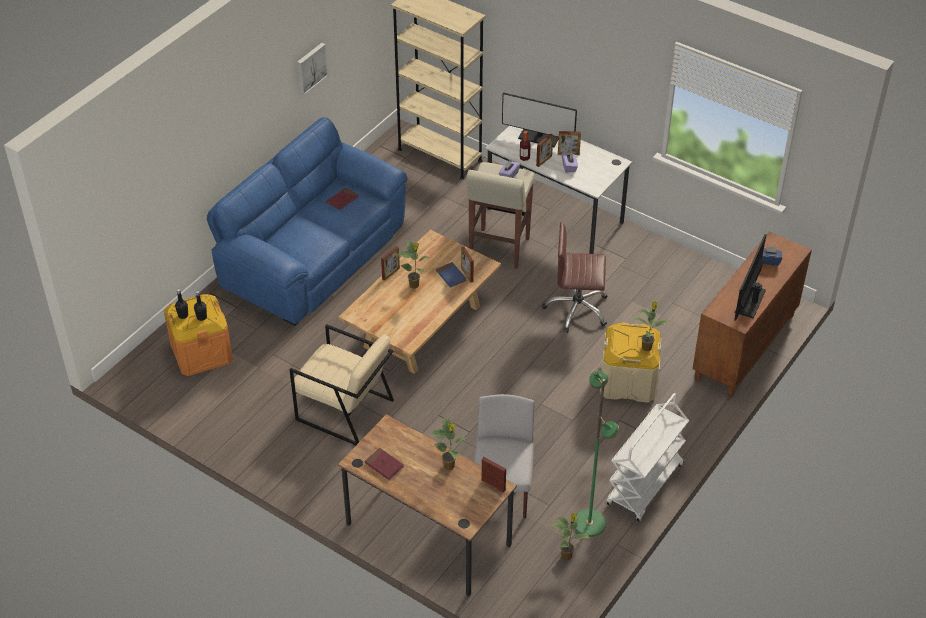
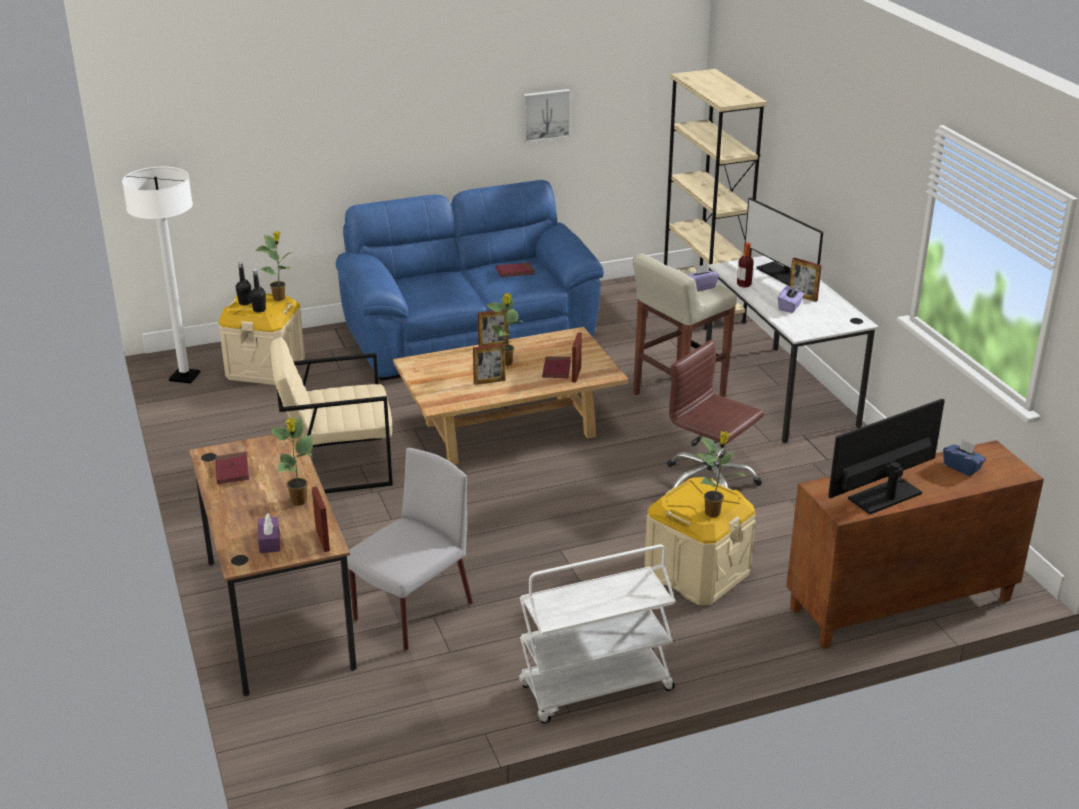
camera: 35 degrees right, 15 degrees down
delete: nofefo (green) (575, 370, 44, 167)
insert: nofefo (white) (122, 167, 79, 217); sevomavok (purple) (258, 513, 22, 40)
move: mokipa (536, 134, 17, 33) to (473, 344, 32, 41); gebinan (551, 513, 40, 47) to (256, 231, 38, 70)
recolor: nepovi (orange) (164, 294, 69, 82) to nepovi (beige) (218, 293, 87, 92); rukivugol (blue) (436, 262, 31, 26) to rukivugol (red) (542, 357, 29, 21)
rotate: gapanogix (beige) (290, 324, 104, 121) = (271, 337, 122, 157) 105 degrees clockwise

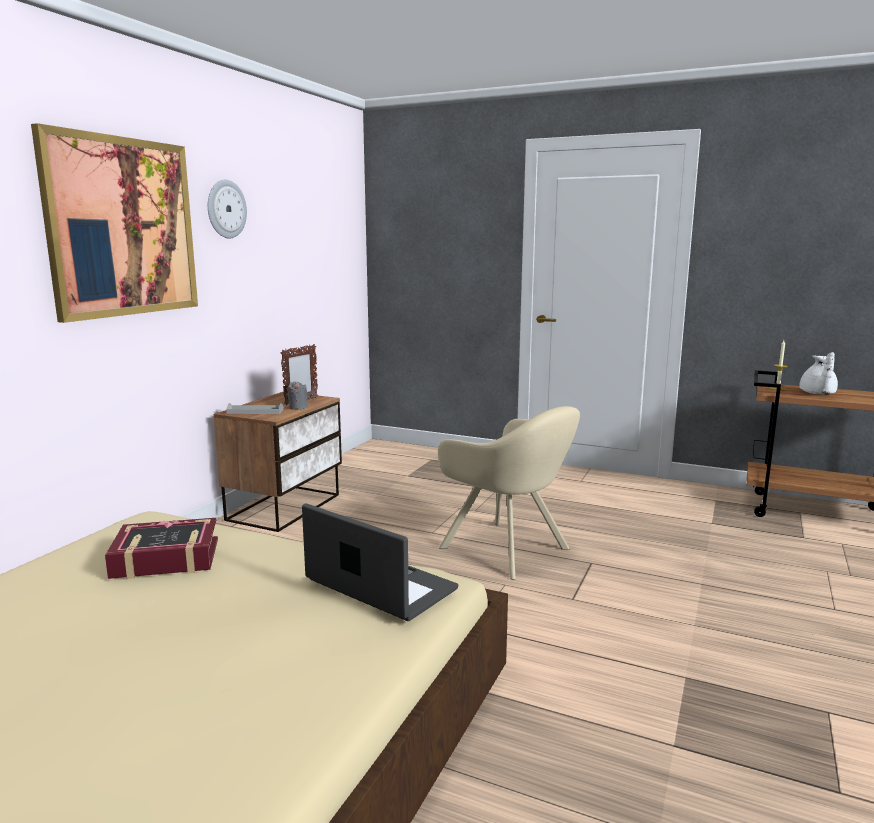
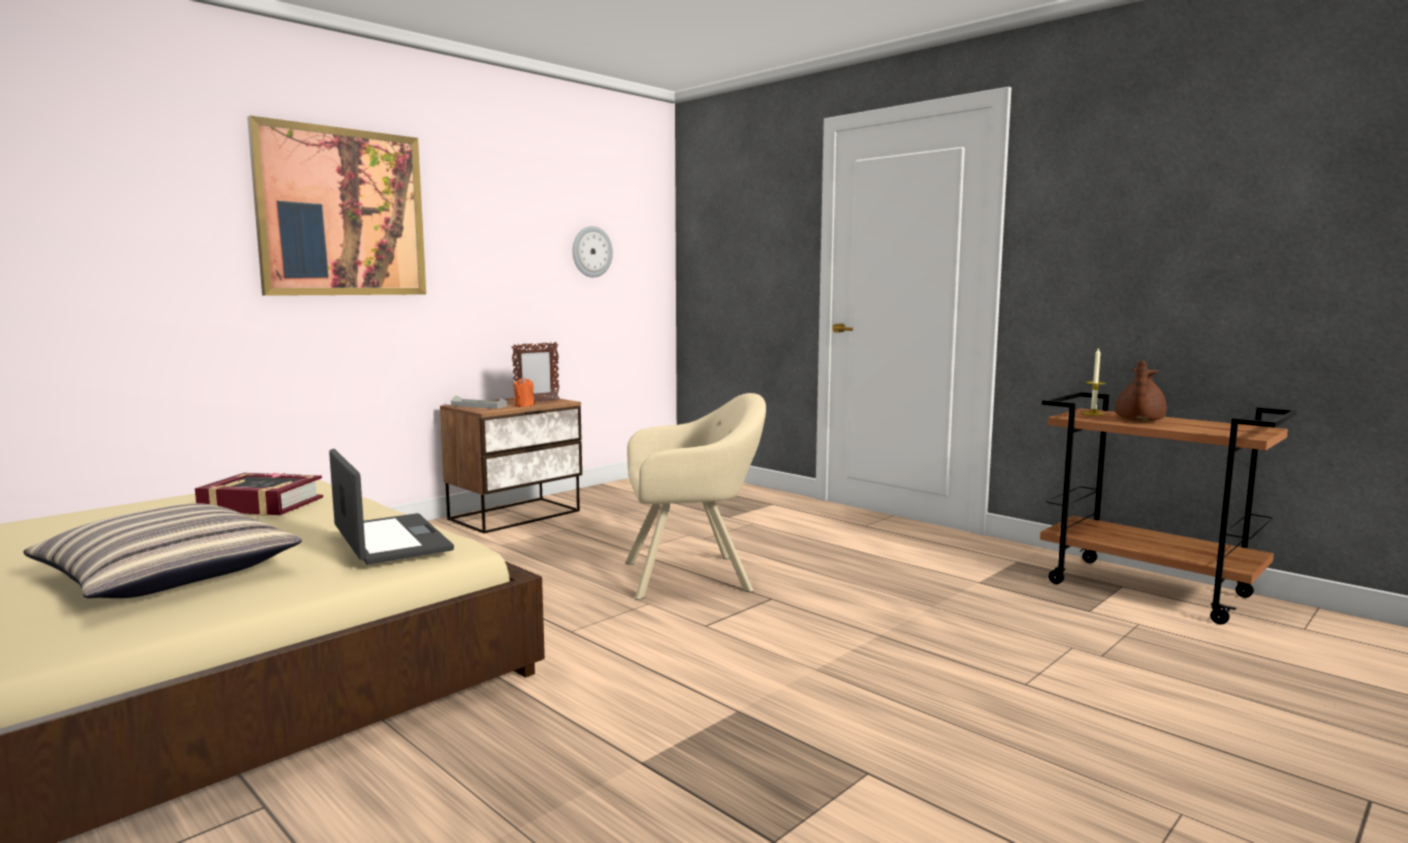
camera: 20 degrees right, 5 degrees down
insert: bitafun (23, 503, 279, 95)
move: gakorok (208, 180, 39, 59) to (573, 226, 40, 51)
recolor: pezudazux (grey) (287, 381, 21, 29) to pezudazux (orange) (513, 377, 21, 30); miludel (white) (799, 352, 39, 42) to miludel (brown) (1115, 361, 52, 60)
rotate: gapanogix (beige) (438, 406, 142, 174) = (625, 393, 141, 207) 75 degrees counterclockwise

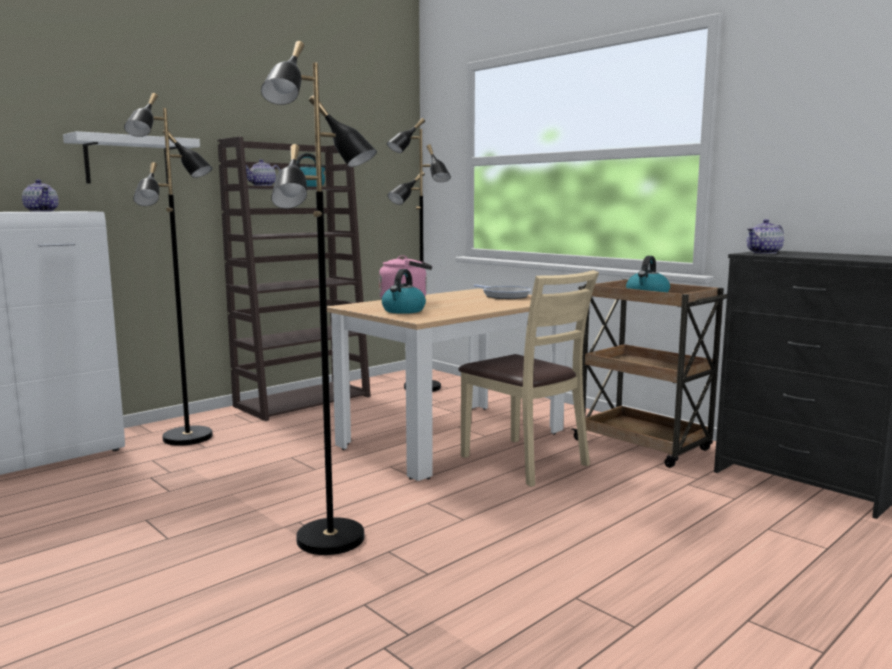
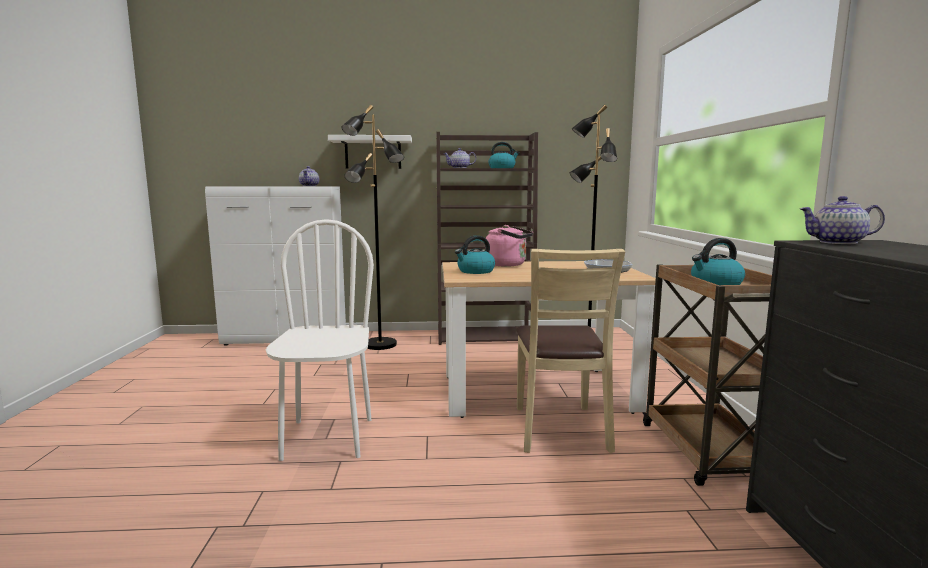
camera: 40 degrees right, 0 degrees up
replace: nofefo (black) (261, 41, 116, 514) to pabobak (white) (266, 219, 108, 242)

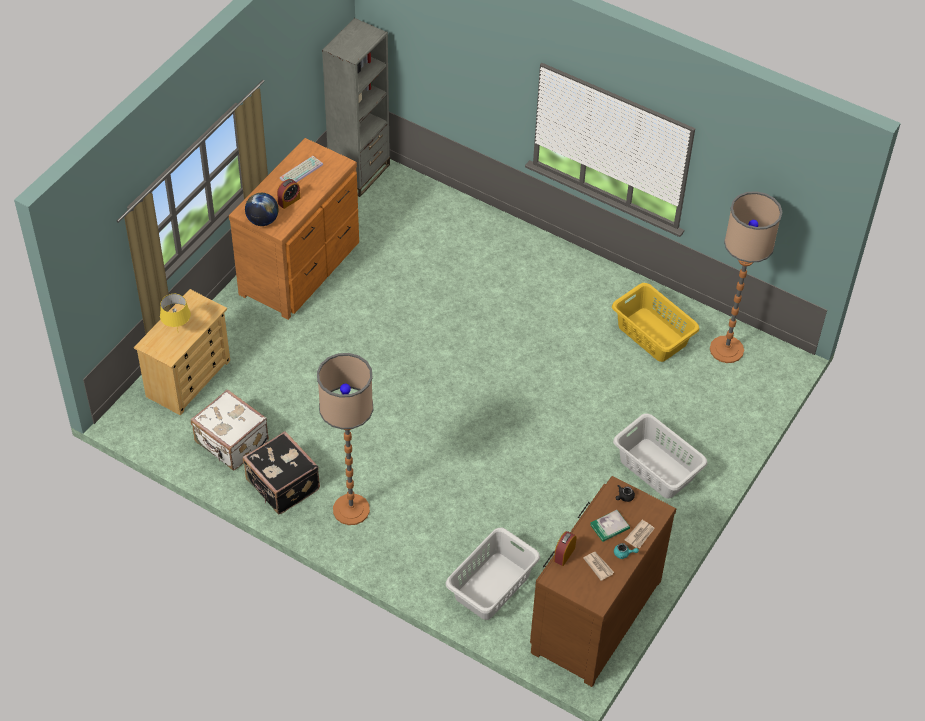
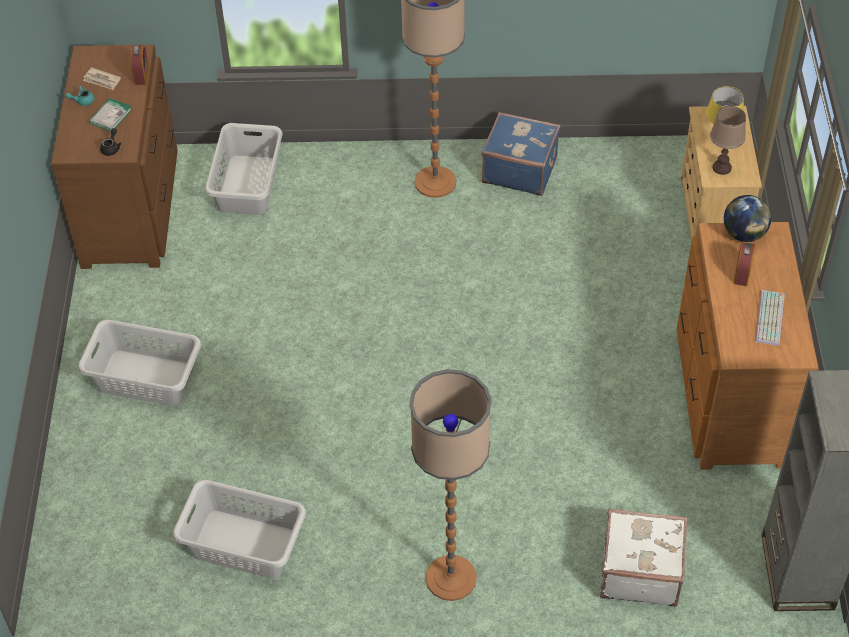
camera: 150 degrees right, 0 degrees up
delete: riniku (625, 520, 30, 28)
insert: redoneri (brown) (710, 106, 36, 69)
move: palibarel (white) (191, 389, 78, 81) to (600, 508, 87, 98); nofefo (710, 191, 72, 172) to (409, 369, 82, 232)
recolor: palibarel (black) (243, 431, 77, 83) to palibarel (blue) (482, 112, 79, 84); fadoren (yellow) (612, 283, 87, 79) to fadoren (grey) (173, 480, 133, 98)

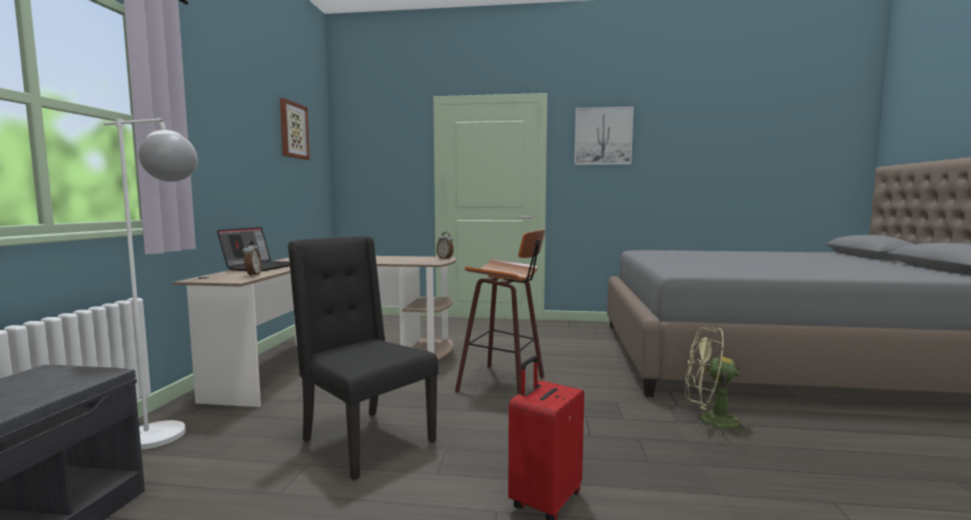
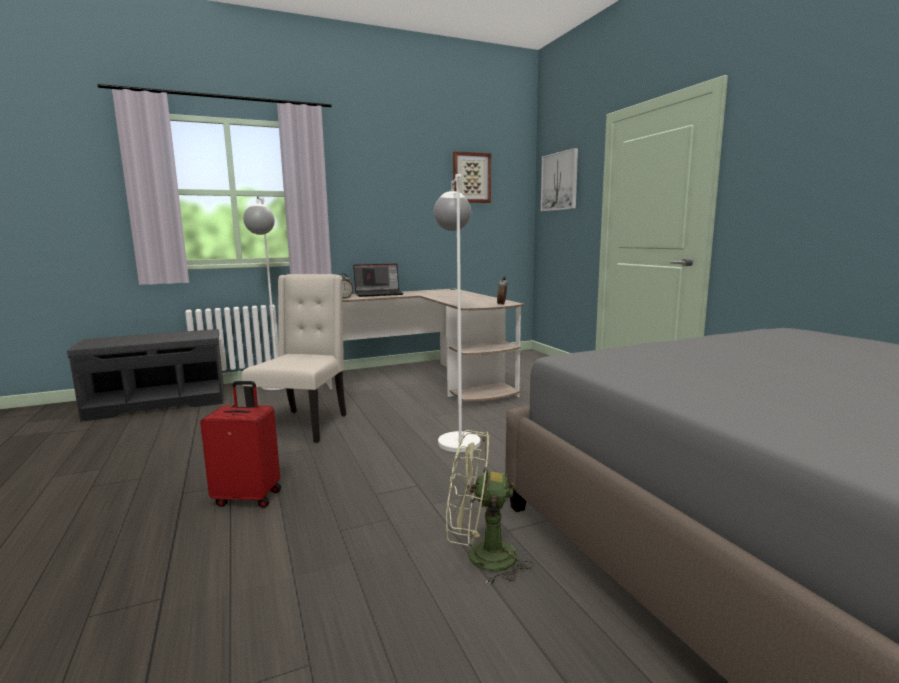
camera: 60 degrees right, 5 degrees up
move: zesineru (574, 106, 59, 59) to (541, 148, 37, 63)
replace: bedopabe (455, 230, 91, 165) to nofefo (white) (434, 174, 46, 278)
recolor: pabobak (black) (288, 236, 150, 244) to pabobak (beige) (242, 274, 104, 169)
rotate: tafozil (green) (685, 326, 69, 109) = (446, 430, 87, 155) 75 degrees counterclockwise

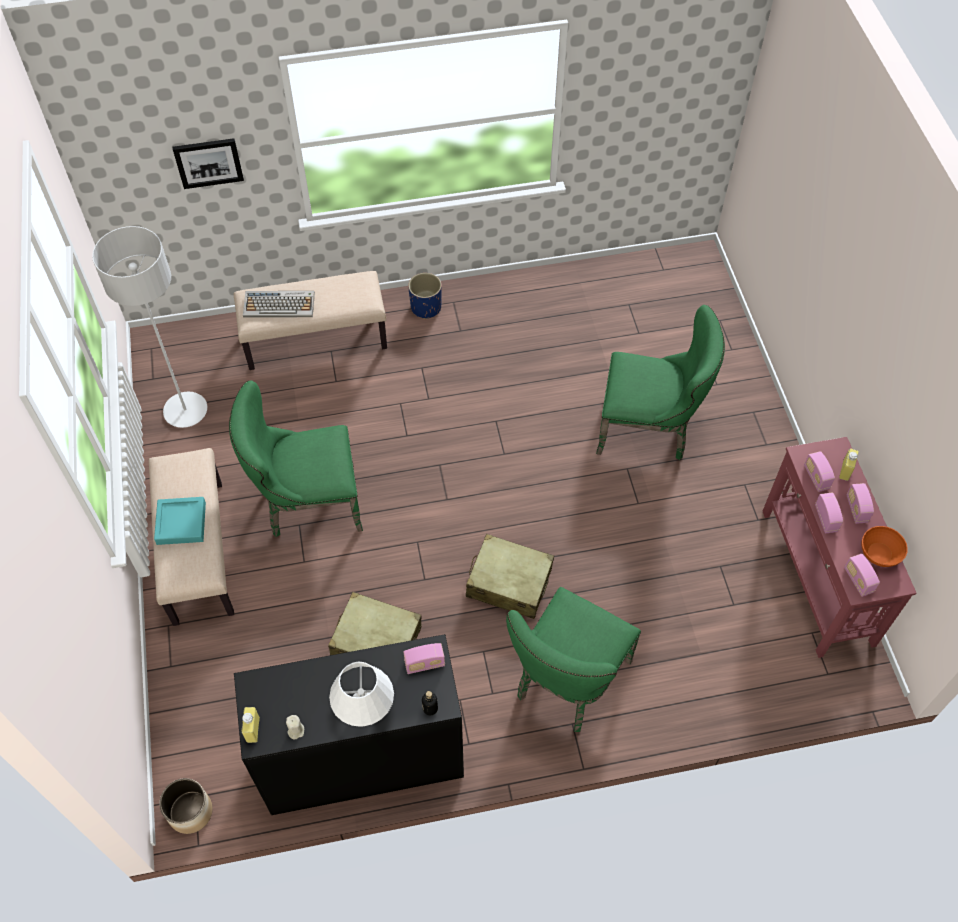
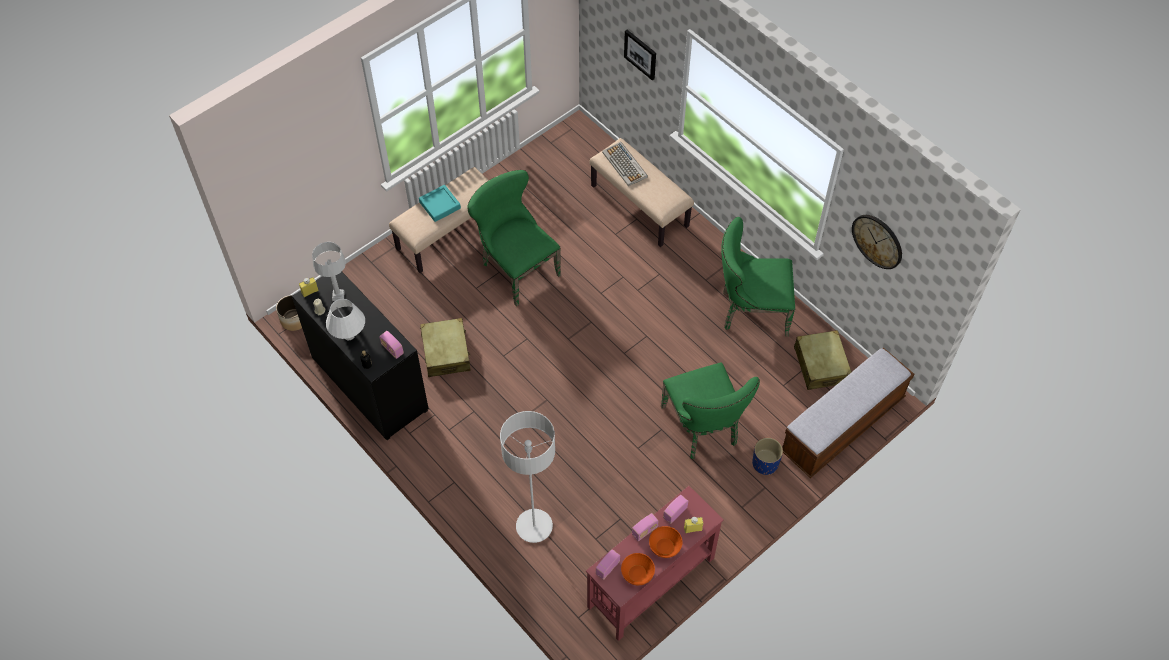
camera: 60 degrees right, 0 degrees up
insert: redoneri (grey) (312, 242, 34, 59); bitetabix (783, 348, 131, 130); gakorok (852, 215, 50, 54)
move: nofefo (grey) (92, 226, 115, 202) to (500, 411, 55, 132); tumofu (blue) (408, 273, 34, 46) to (752, 438, 31, 37); palibarel (beige) (466, 534, 88, 85) to (794, 330, 58, 60); pabobak (green) (506, 587, 135, 145) to (721, 217, 74, 120)
replace: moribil (847, 483, 27, 41) to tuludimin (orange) (649, 526, 34, 32)

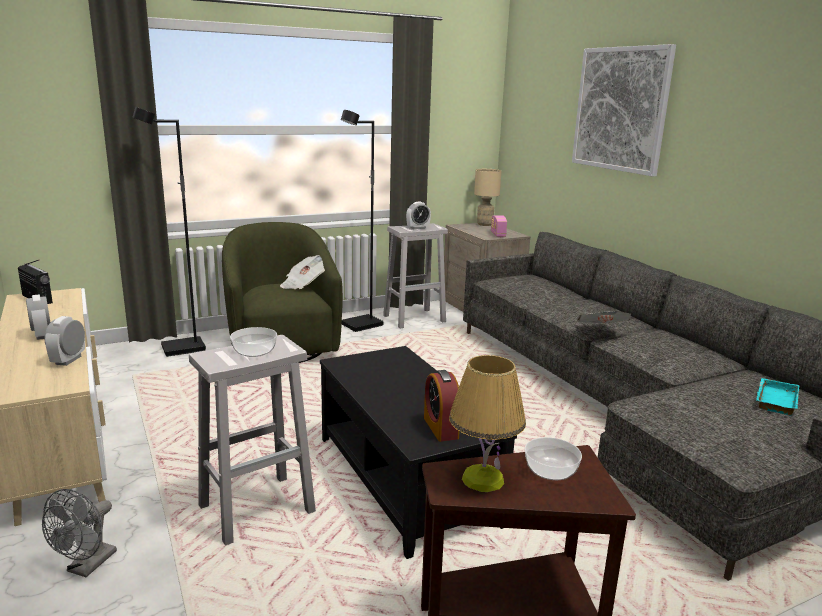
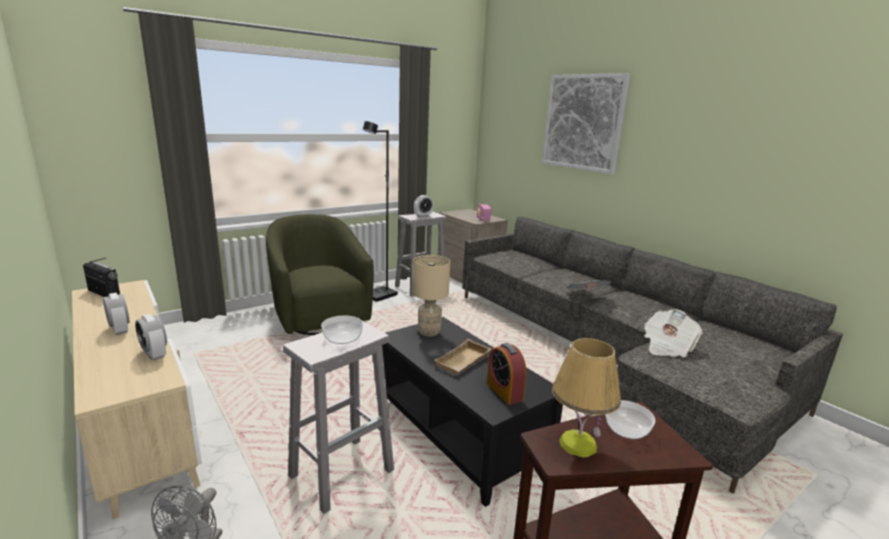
camera: 10 degrees left, 0 degrees up
delete: nofefo (black) (133, 107, 73, 250); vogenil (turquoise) (756, 378, 44, 37)
insert: vogenil (beige) (434, 339, 57, 35)
move: riniku (280, 255, 45, 34) to (644, 309, 58, 48); redoneri (beige) (474, 169, 27, 57) to (413, 255, 37, 82)
rotate: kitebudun (45, 316, 40, 50) = (135, 314, 32, 47) 45 degrees counterclockwise

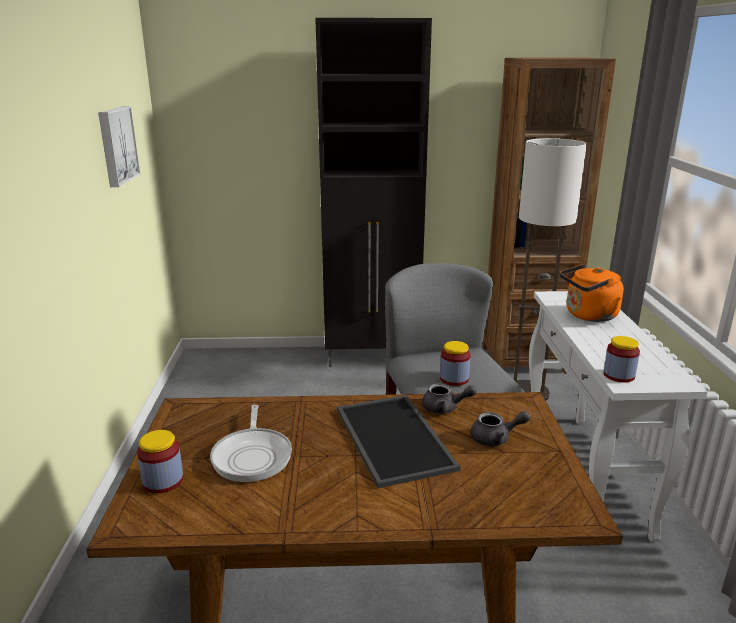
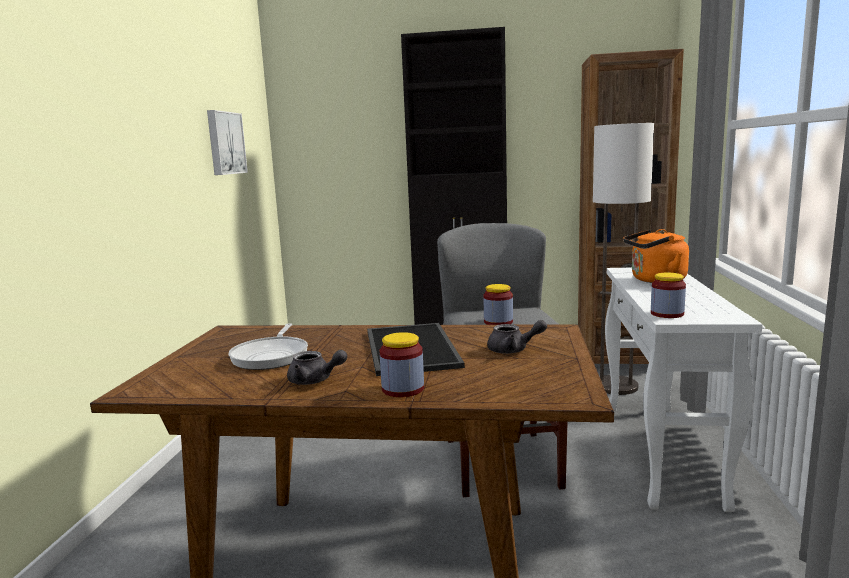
camera: 10 degrees right, 10 degrees down
move: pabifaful (137, 430, 46, 63) to (380, 332, 44, 65); miludel (grey) (422, 383, 55, 31) to (287, 350, 60, 35)

